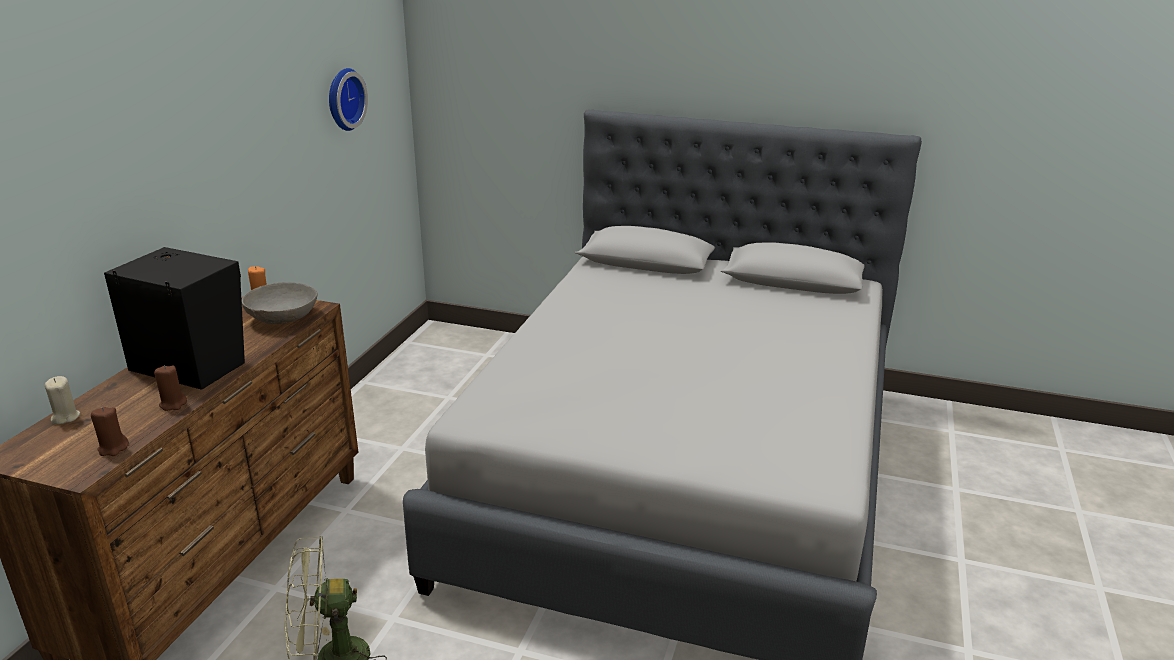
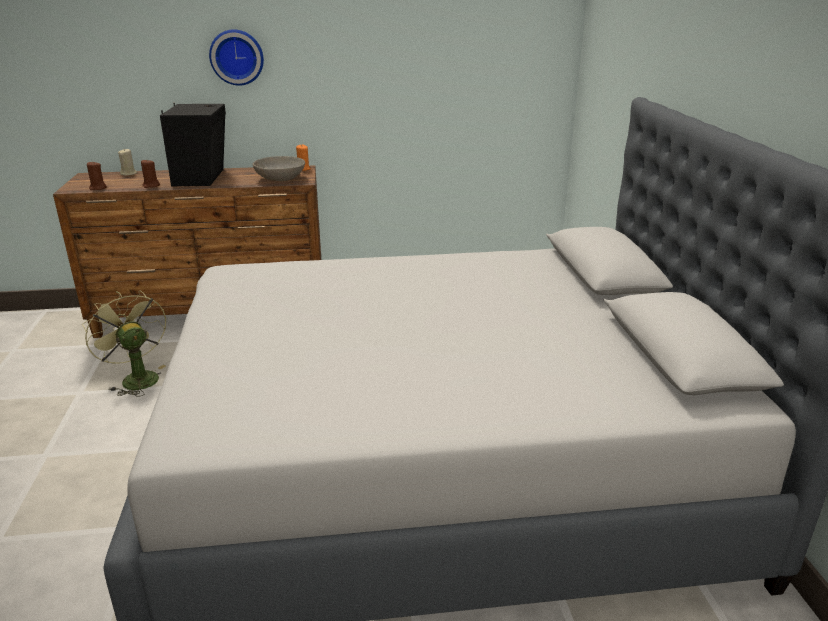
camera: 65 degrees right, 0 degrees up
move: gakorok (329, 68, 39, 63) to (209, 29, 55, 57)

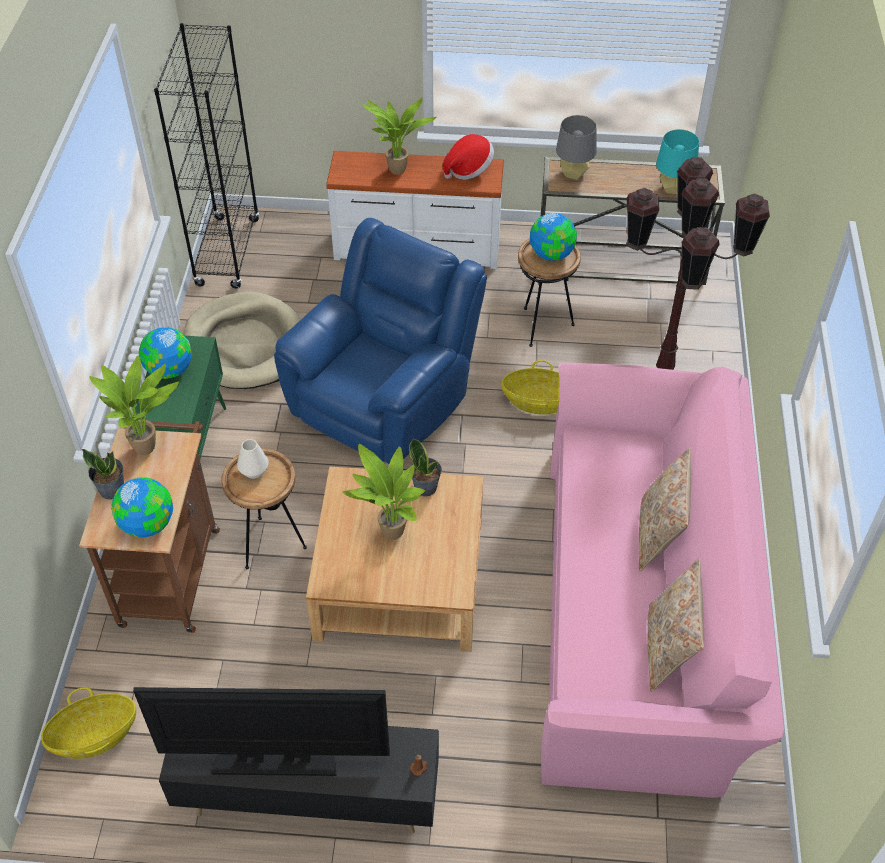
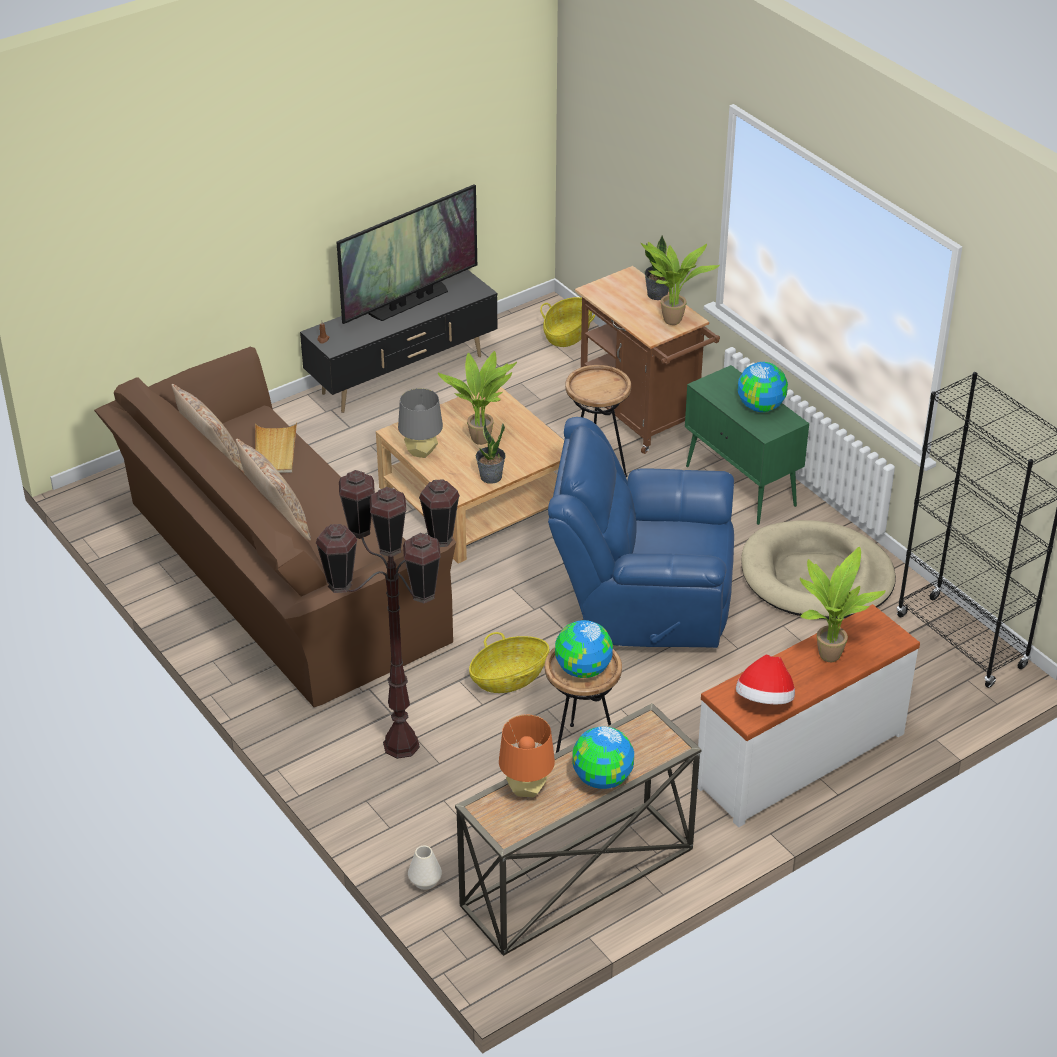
camera: 140 degrees right, 10 degrees down
insert: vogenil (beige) (255, 422, 42, 51)
move: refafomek (111, 477, 62, 61) to (572, 727, 62, 62); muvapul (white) (237, 439, 32, 40) to (408, 846, 34, 44); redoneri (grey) (556, 115, 40, 65) to (398, 388, 45, 70)
recolor: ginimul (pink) (541, 363, 243, 435) to ginimul (brown) (94, 347, 362, 360); redoneri (turquoise) (656, 129, 43, 65) to redoneri (orange) (499, 714, 56, 83)
rotate: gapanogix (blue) (274, 218, 213, 246) = (548, 417, 186, 231) 105 degrees clockwise

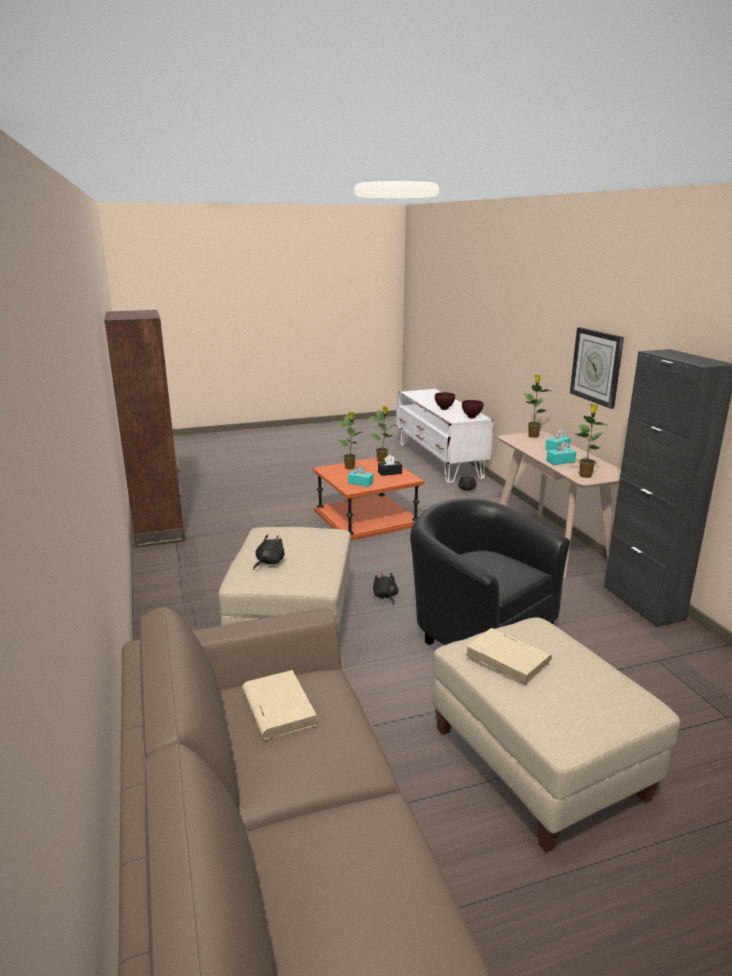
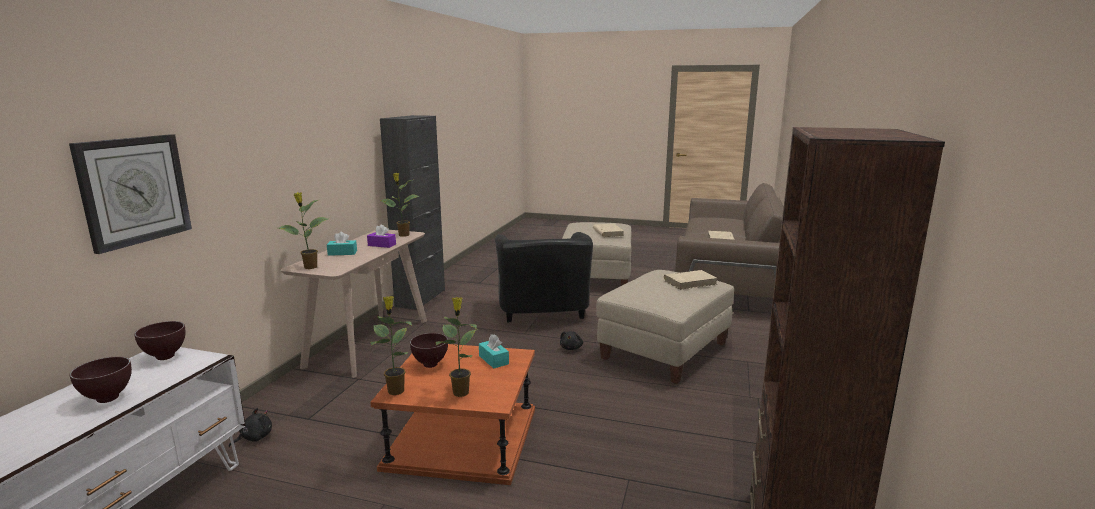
camera: 145 degrees left, 5 degrees down
move: gakorok (570, 327, 54, 82) to (69, 134, 123, 120)
replace: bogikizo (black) (253, 534, 32, 36) to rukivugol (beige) (663, 270, 54, 20); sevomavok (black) (378, 455, 24, 21) to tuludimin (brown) (410, 333, 38, 35)
recolor: sevomavok (turquoise) (546, 441, 30, 24) to sevomavok (purple) (367, 225, 29, 23)

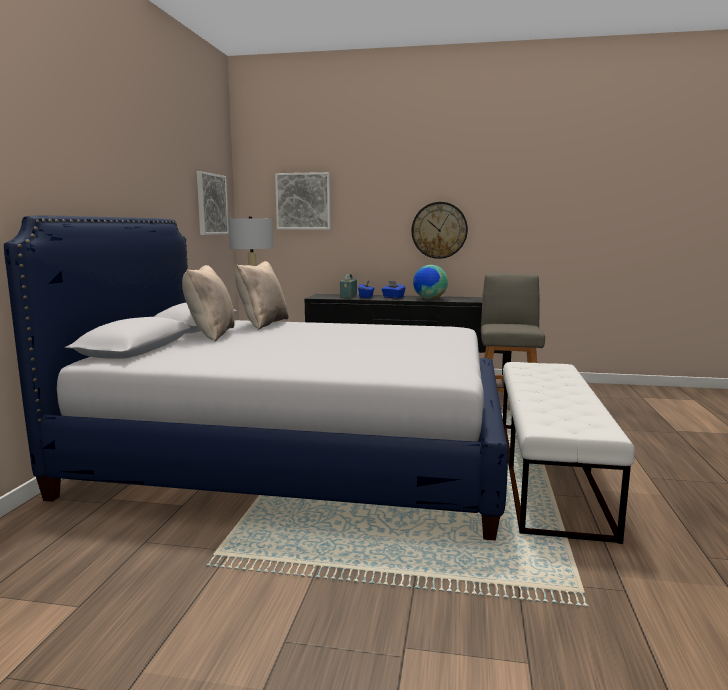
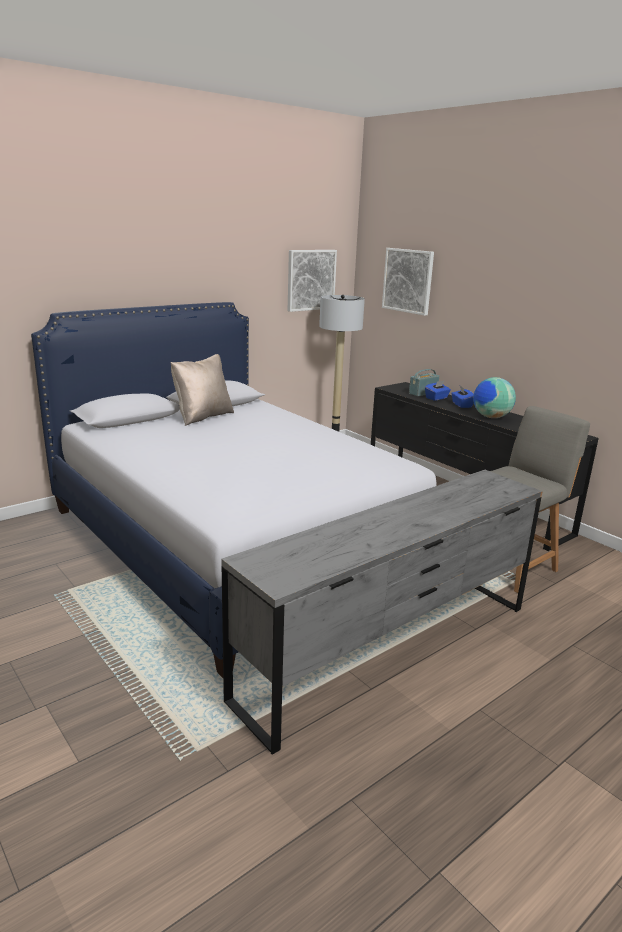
camera: 40 degrees right, 10 degrees up
delete: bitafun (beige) (235, 261, 54, 69); gakorok (411, 202, 57, 57)
replace: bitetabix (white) (503, 362, 132, 182) to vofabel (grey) (221, 470, 322, 285)

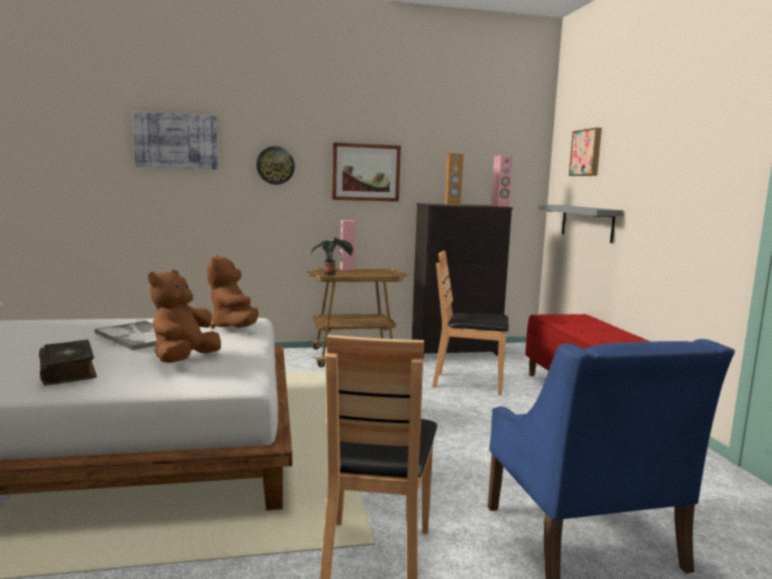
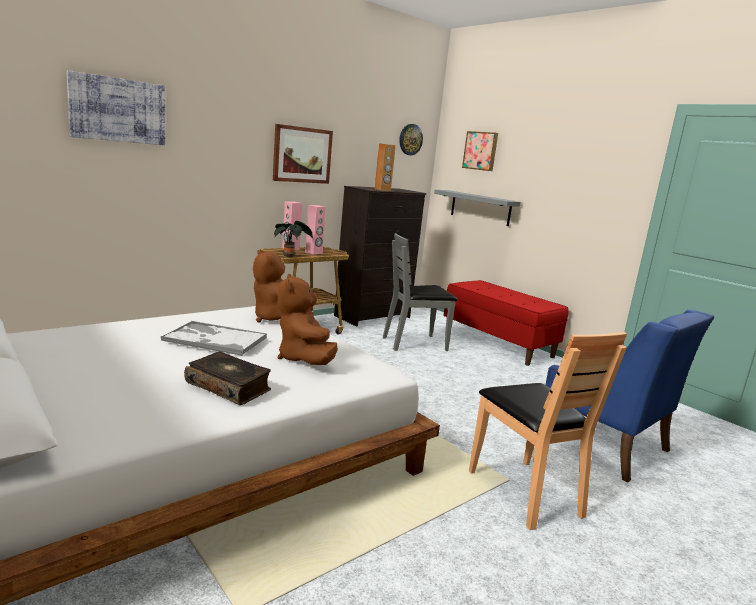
camera: 30 degrees left, 5 degrees up
move: gakorok (256, 146, 39, 39) to (399, 124, 24, 31); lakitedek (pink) (491, 155, 22, 52) to (305, 205, 21, 49)
recolor: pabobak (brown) (432, 251, 77, 144) to pabobak (grey) (383, 233, 75, 118)

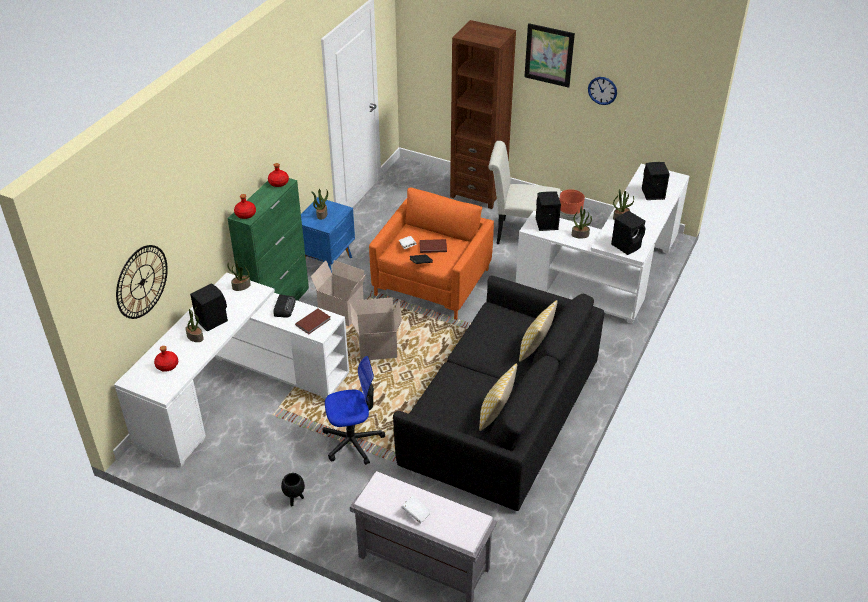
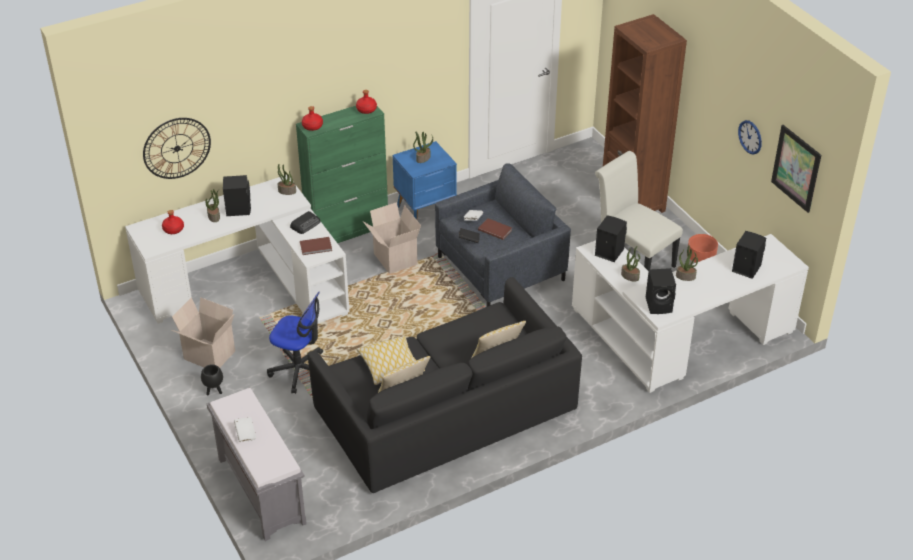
camera: 35 degrees right, 0 degrees up
insert: bitafun (356, 336, 69, 49)
move: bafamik (350, 297, 52, 63) to (171, 297, 64, 71); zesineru (524, 23, 51, 65) to (771, 125, 50, 88)
recolor: gapanogix (orange) (369, 188, 125, 132) to gapanogix (grey) (435, 163, 136, 144)

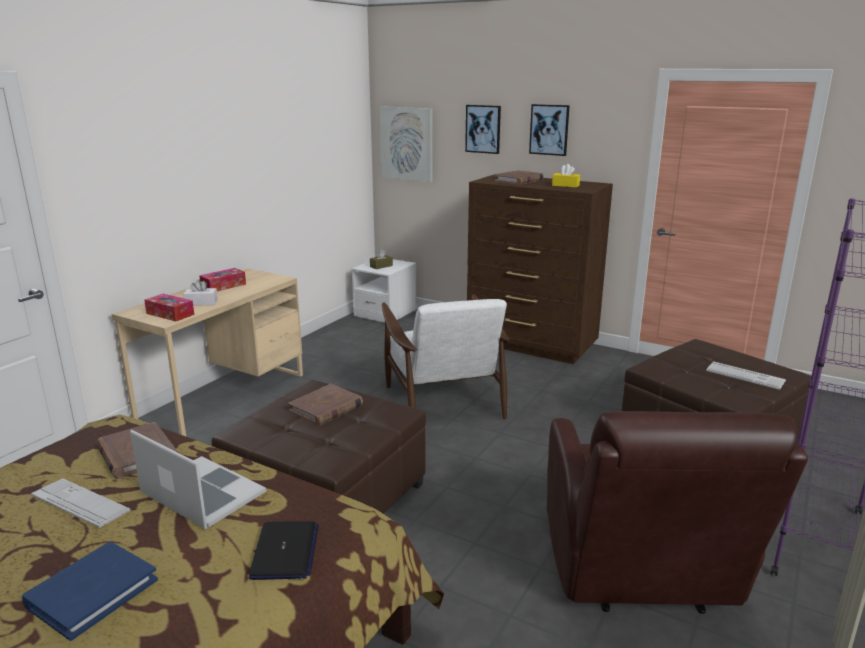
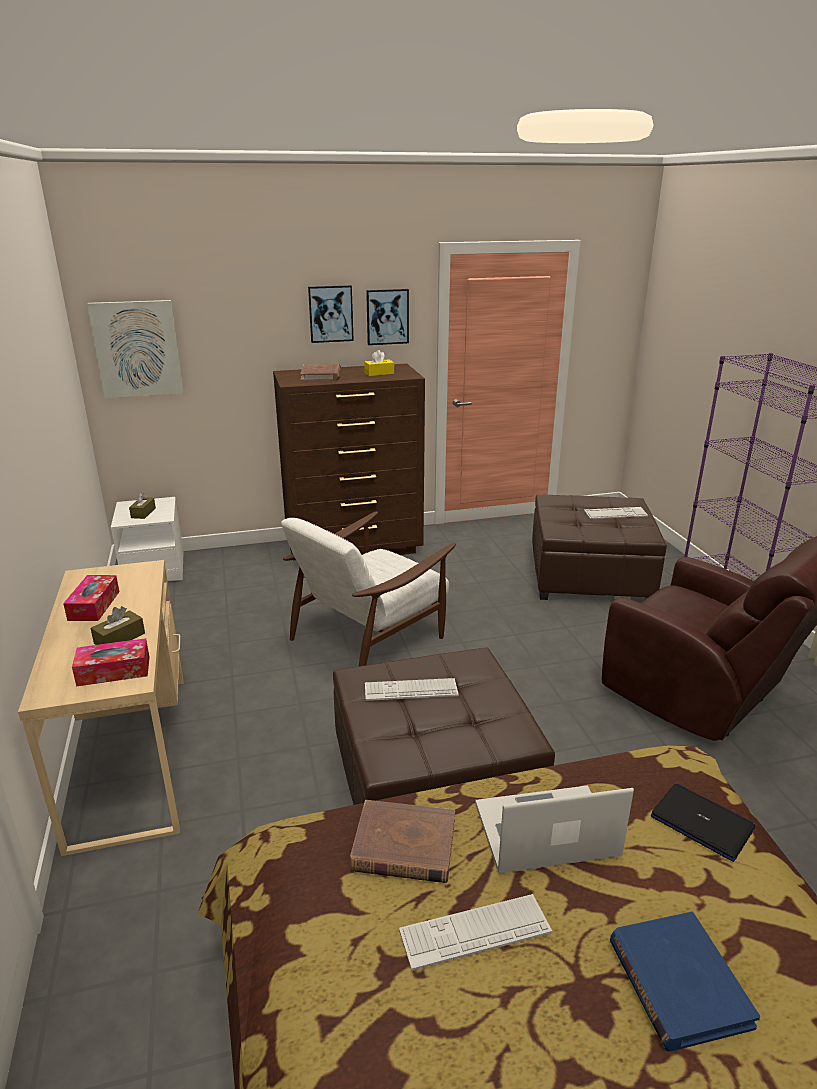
camera: 45 degrees left, 5 degrees up
move: zesineru (465, 105, 36, 49) to (366, 289, 43, 56)
replace: rukivugol (brown) (288, 384, 75, 41) to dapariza (365, 678, 94, 23)
recolor: sevomavok (white) (183, 279, 35, 27) to sevomavok (brown) (91, 606, 54, 39)
rotate: gapanogix (white) (382, 294, 128, 125) = (281, 511, 175, 155) 105 degrees clockwise

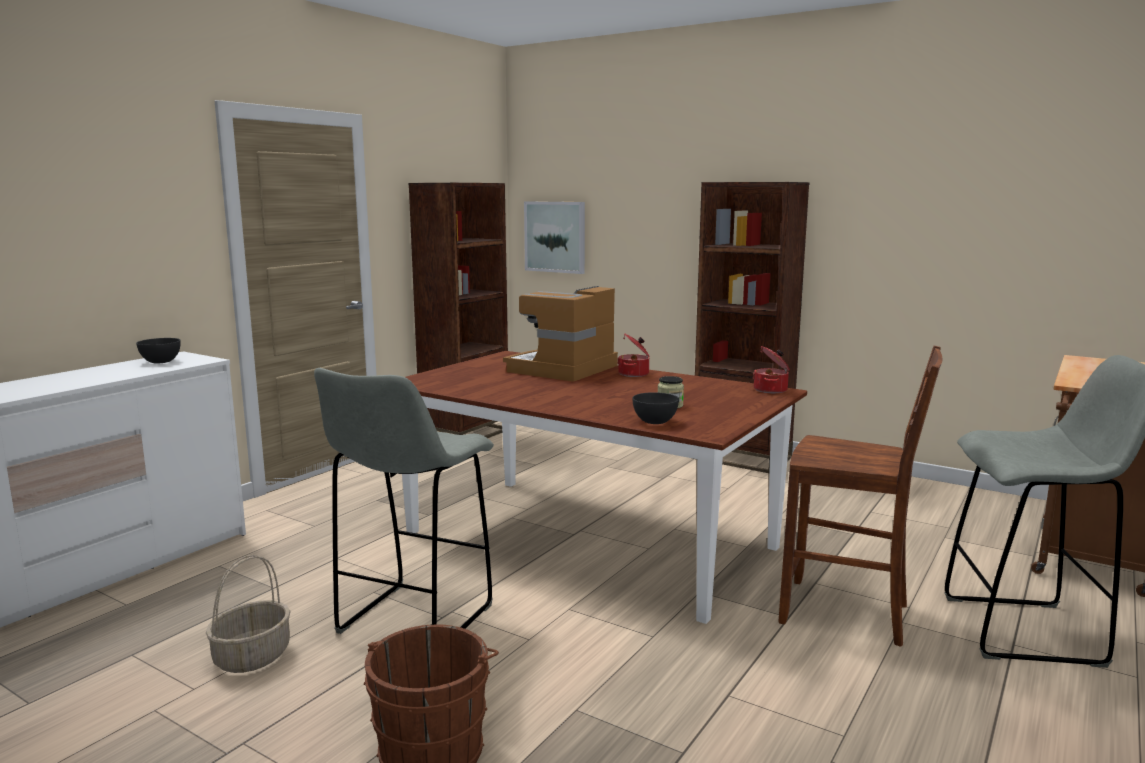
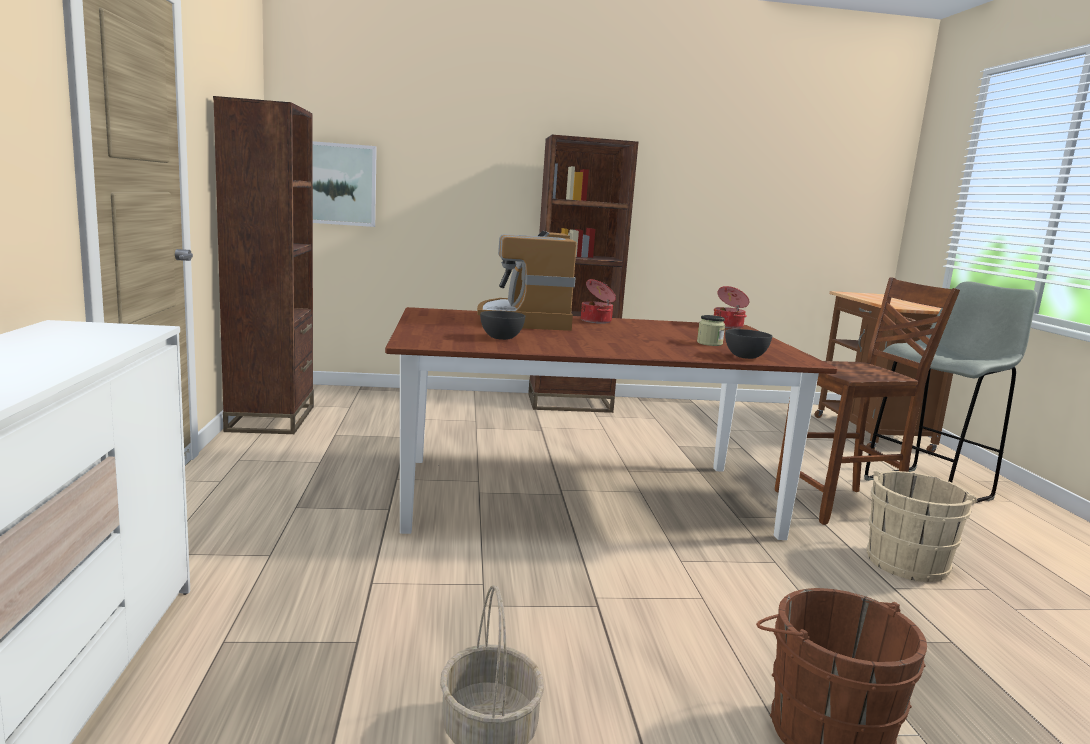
camera: 40 degrees left, 0 degrees up
delete: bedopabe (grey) (314, 368, 180, 266)
insert: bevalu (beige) (867, 470, 110, 112)
move: tuludimin (grey) (136, 338, 45, 25) to (480, 311, 45, 29)

